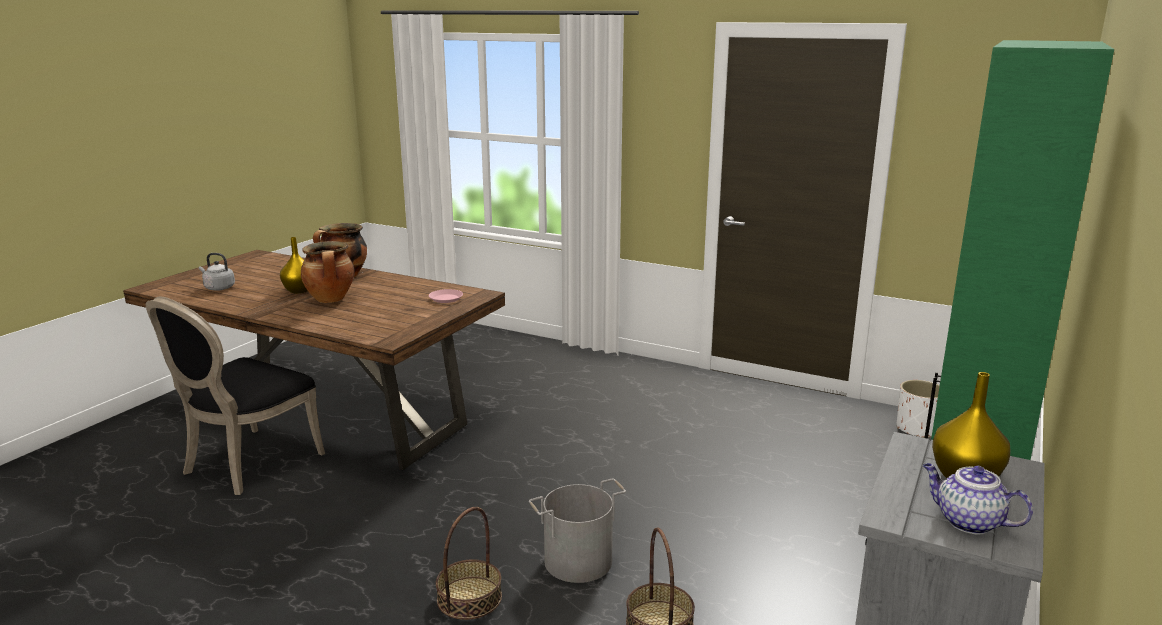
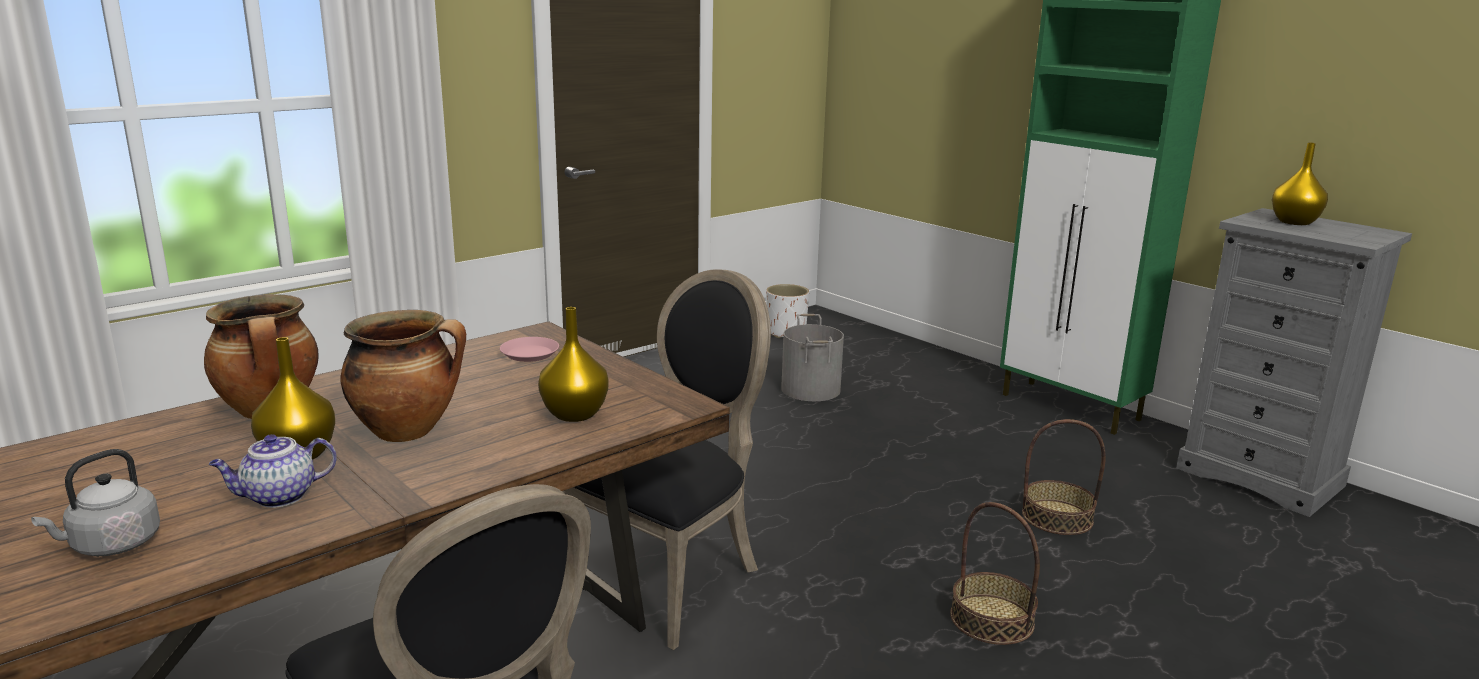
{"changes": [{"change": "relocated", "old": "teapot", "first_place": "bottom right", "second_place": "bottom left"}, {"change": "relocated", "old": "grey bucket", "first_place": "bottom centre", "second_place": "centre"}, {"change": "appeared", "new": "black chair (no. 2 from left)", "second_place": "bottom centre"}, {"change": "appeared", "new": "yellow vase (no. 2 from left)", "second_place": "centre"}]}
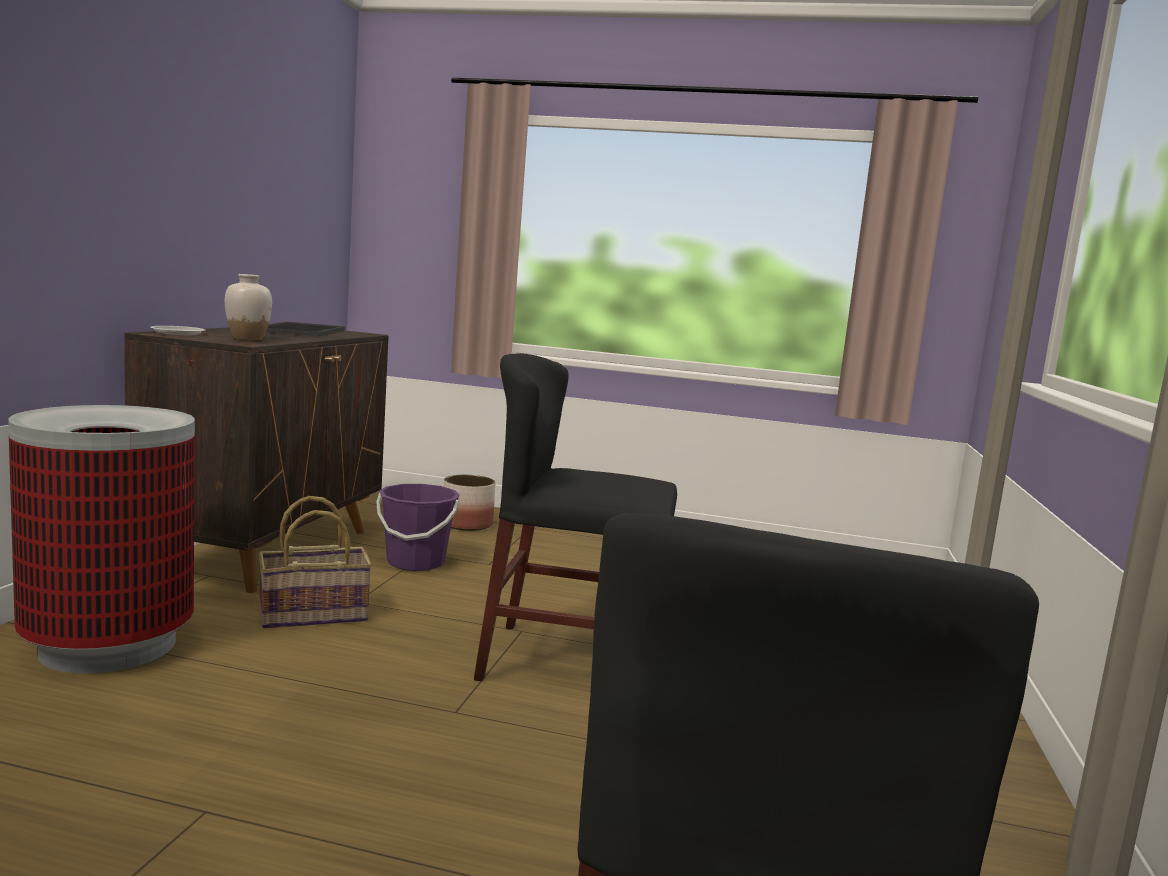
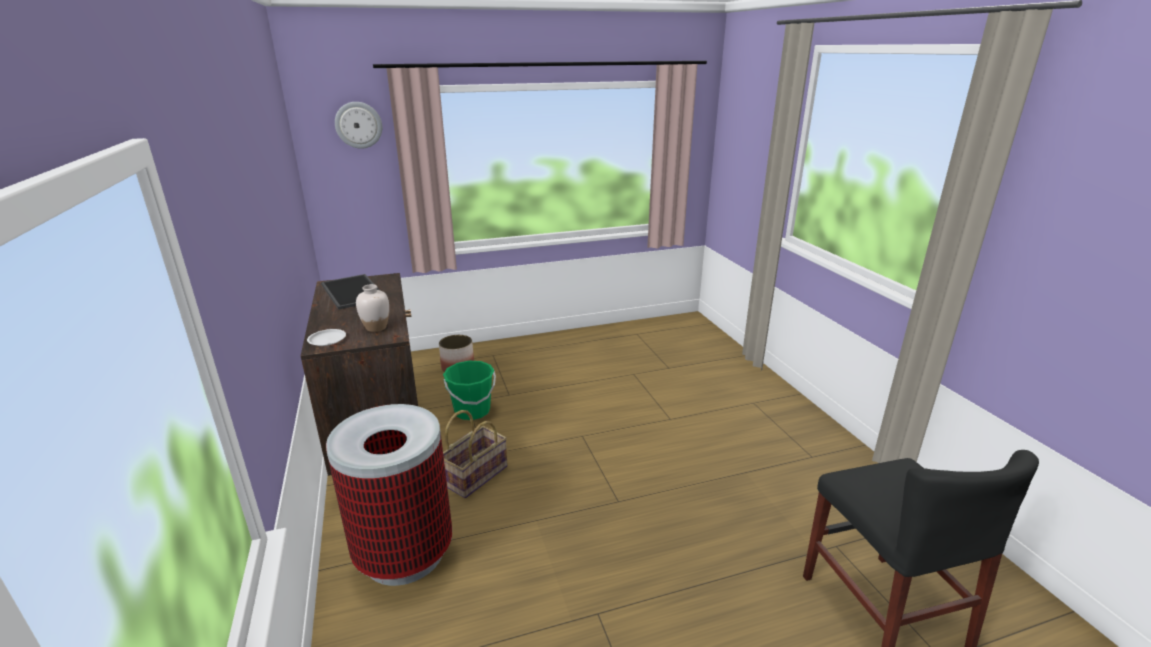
{"changes": [{"change": "missing", "old": "black chair (no. 1 from left)", "first_place": "centre"}, {"change": "colour", "old": "purple bucket", "new": "green bucket", "first_place": "centre", "second_place": "centre"}, {"change": "appeared", "new": "wall clock", "second_place": "top left"}]}
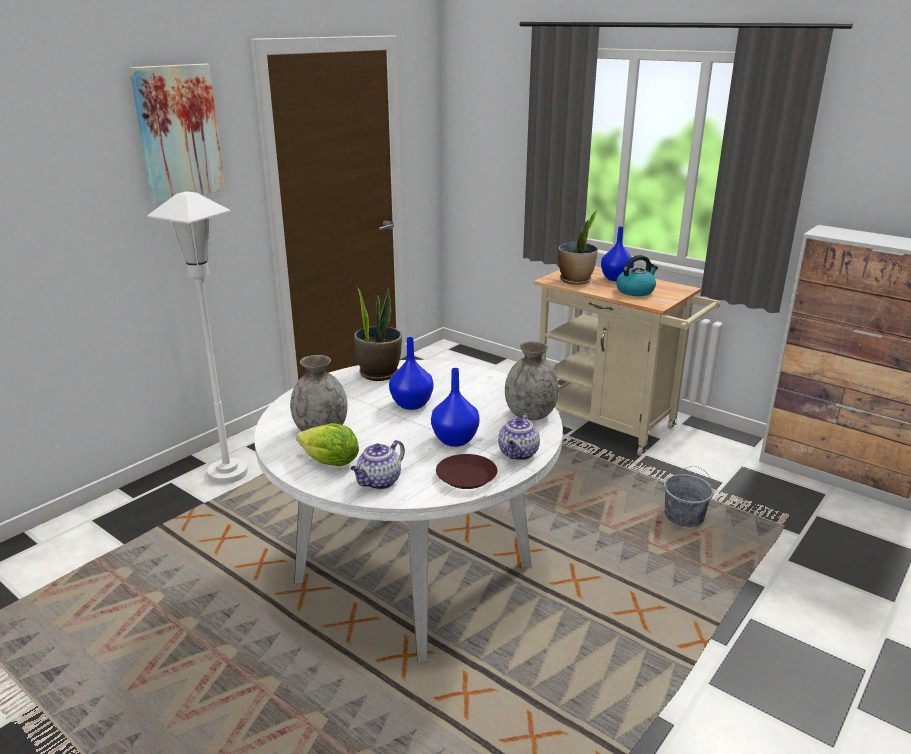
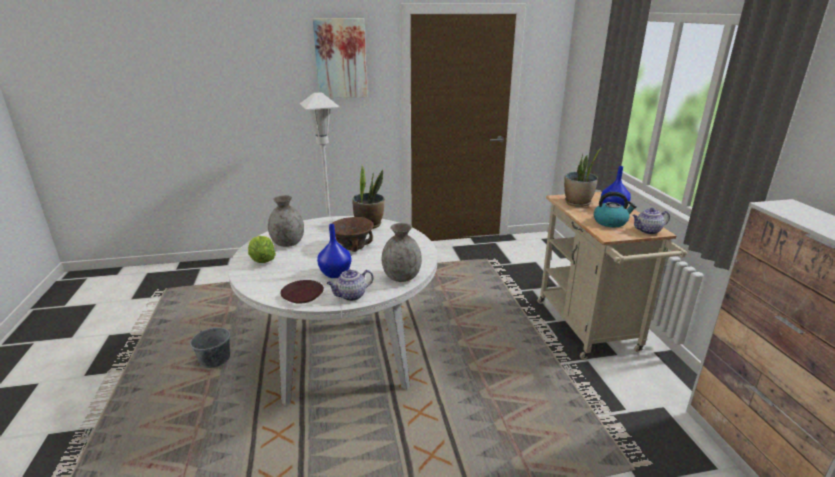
{"changes": [{"change": "exchanged", "old": "blue vase (no. 1 from left)", "new": "brown bowl", "first_place": "centre", "second_place": "centre"}, {"change": "relocated", "old": "teapot (no. 1 from left in the first image)", "new": "teapot (no. 2 from left)", "first_place": "centre", "second_place": "middle right"}, {"change": "relocated", "old": "grey bucket", "first_place": "middle right", "second_place": "bottom left"}]}
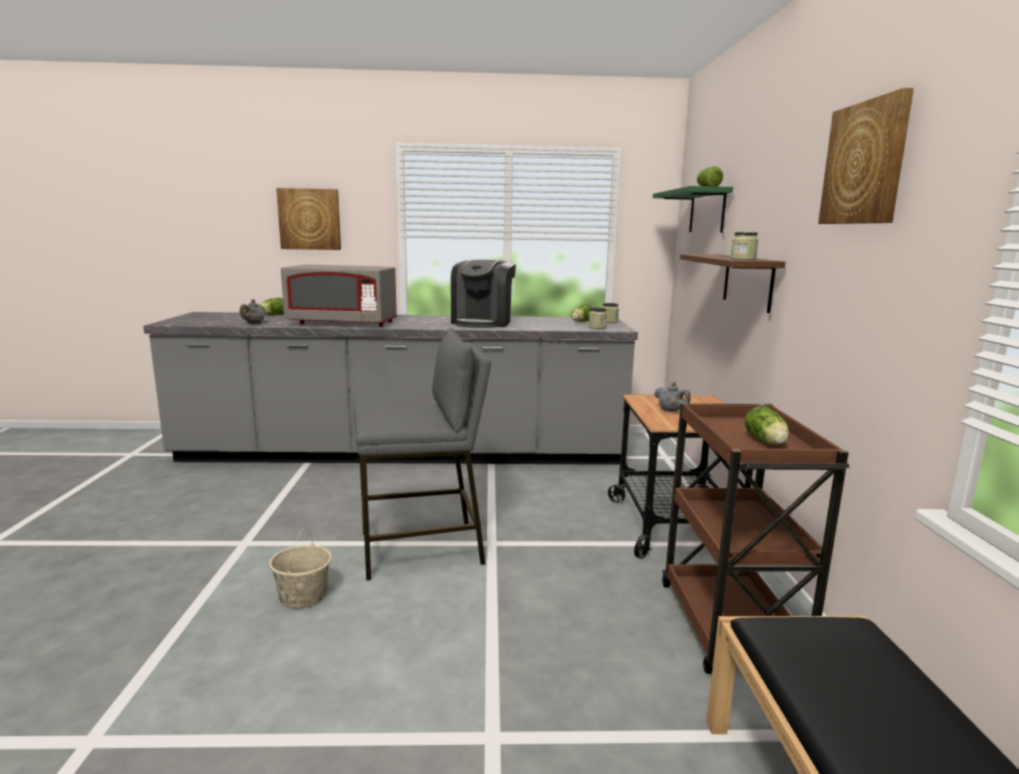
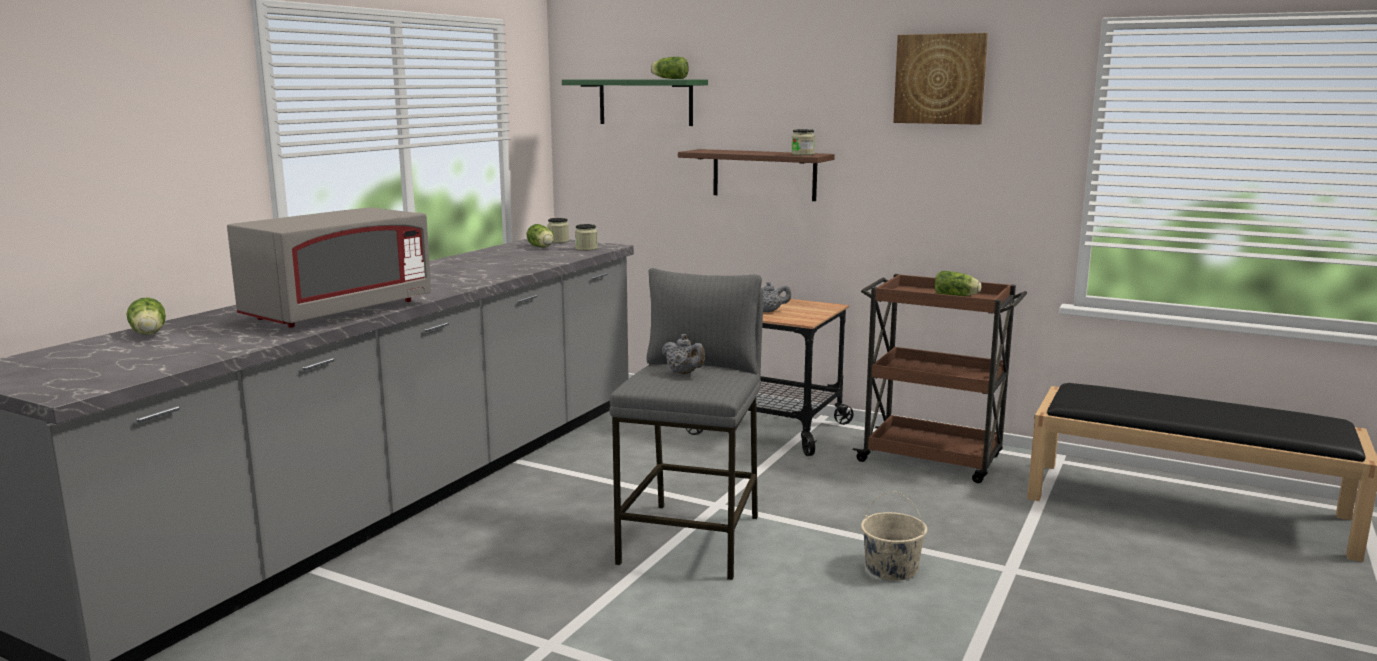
{"changes": [{"change": "missing", "old": "picture (no. 1 from left)", "first_place": "top left"}, {"change": "missing", "old": "coffee machine", "first_place": "centre"}, {"change": "relocated", "old": "grey teapot (no. 1 from left)", "first_place": "middle left", "second_place": "centre"}, {"change": "relocated", "old": "beige bucket", "first_place": "bottom left", "second_place": "bottom centre"}]}
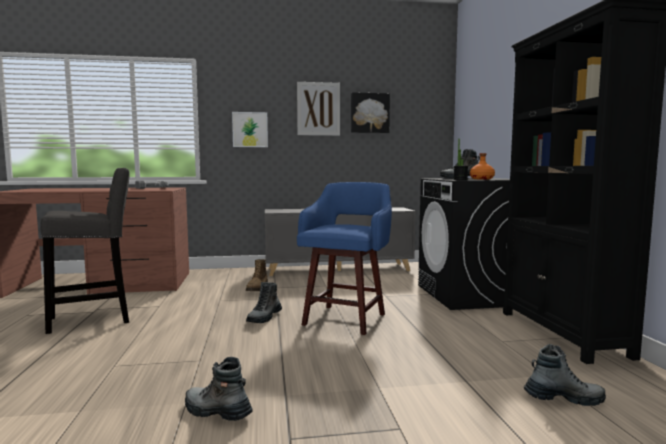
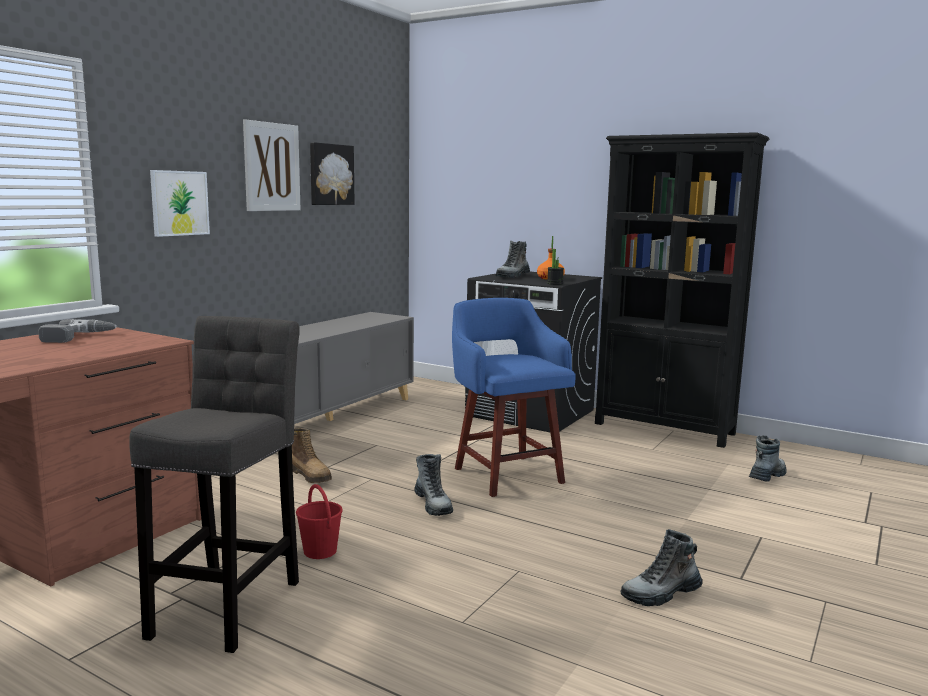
{"changes": [{"change": "appeared", "new": "red bucket", "second_place": "bottom centre"}]}
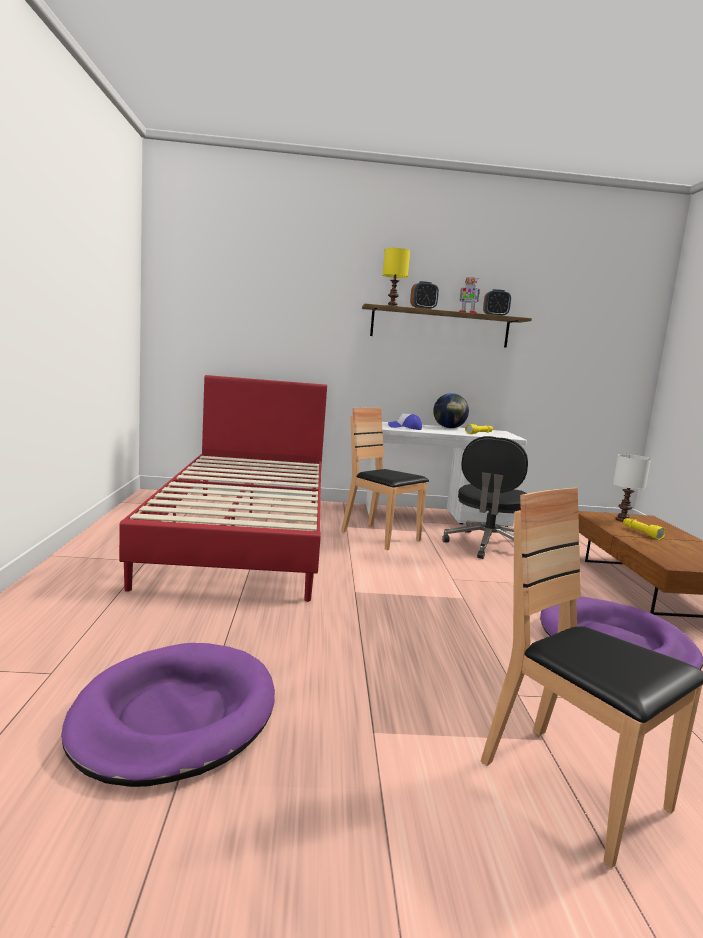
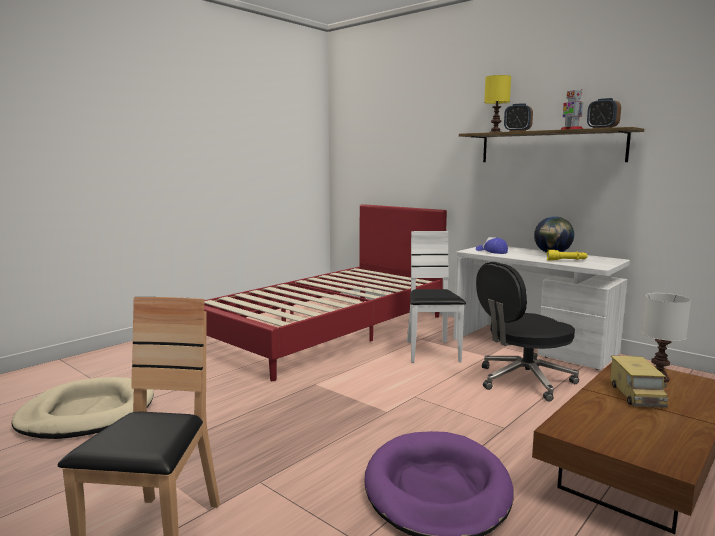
{"changes": [{"change": "colour", "old": "brown chair (no. 1 from left)", "new": "white chair", "first_place": "centre", "second_place": "centre"}, {"change": "exchanged", "old": "yellow flashlight (no. 2 from left)", "new": "toy truck", "first_place": "middle right", "second_place": "bottom right"}, {"change": "colour", "old": "purple dog bed (no. 1 from left)", "new": "beige dog bed", "first_place": "bottom left", "second_place": "bottom left"}]}
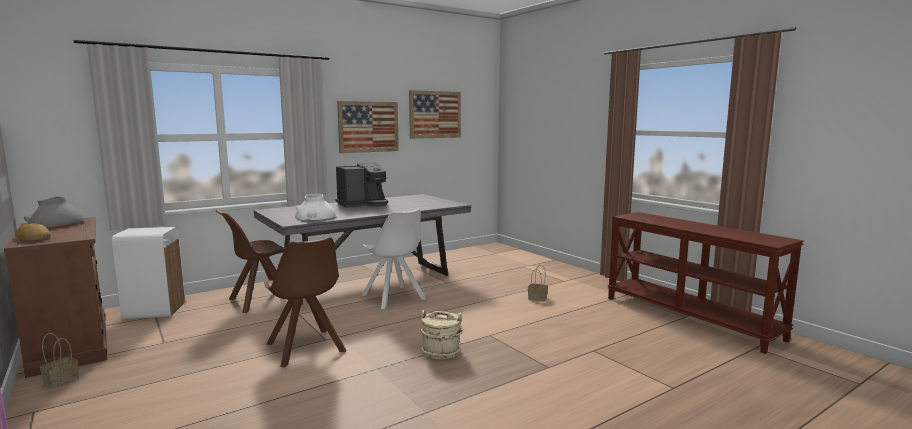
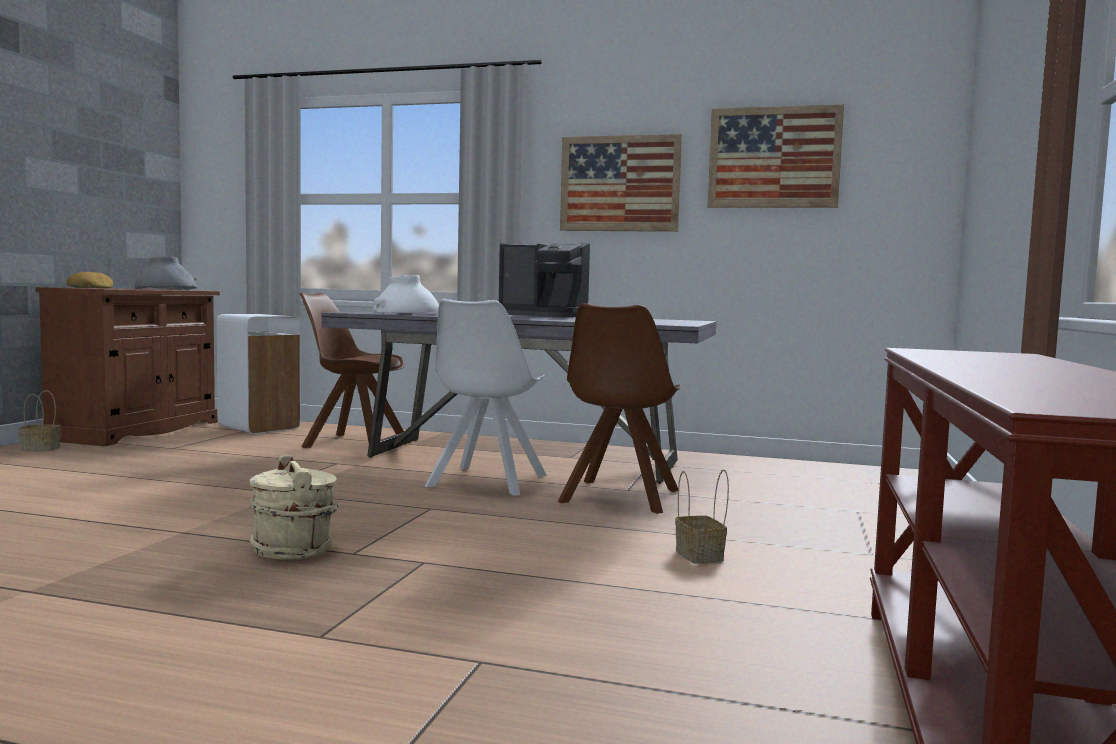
{"changes": [{"change": "relocated", "old": "brown chair (no. 2 from left)", "first_place": "bottom centre", "second_place": "centre"}]}
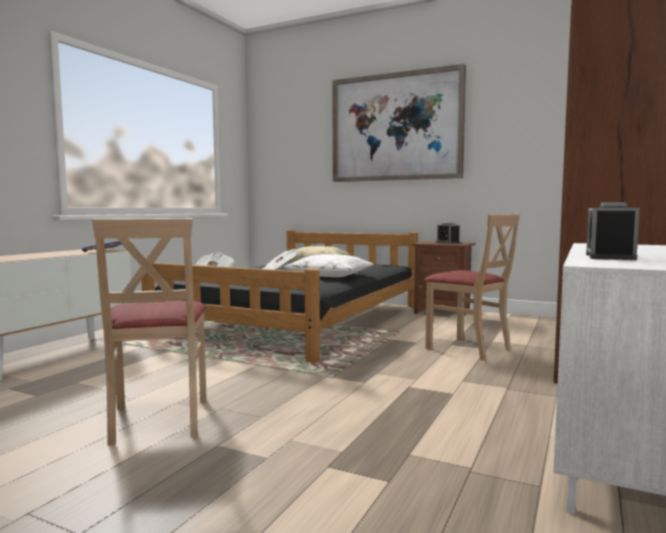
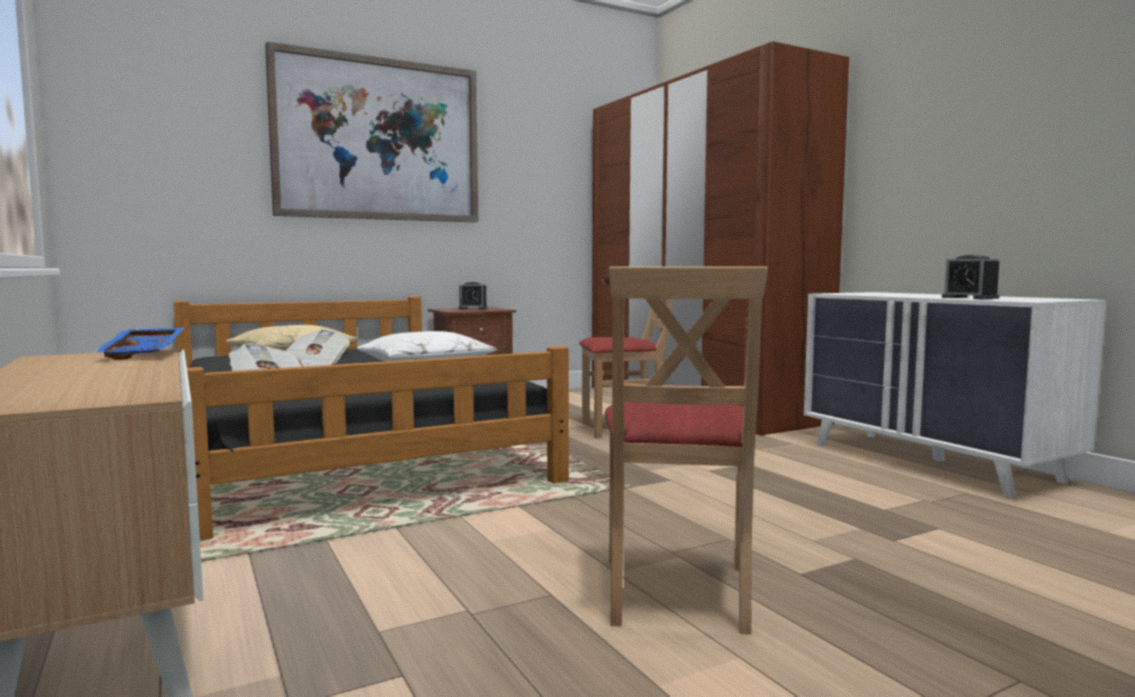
{"changes": [{"change": "spun", "old": "beige chair (no. 1 from left in the first image)", "first_place": "middle left", "second_place": "centre", "degrees": 75}]}
